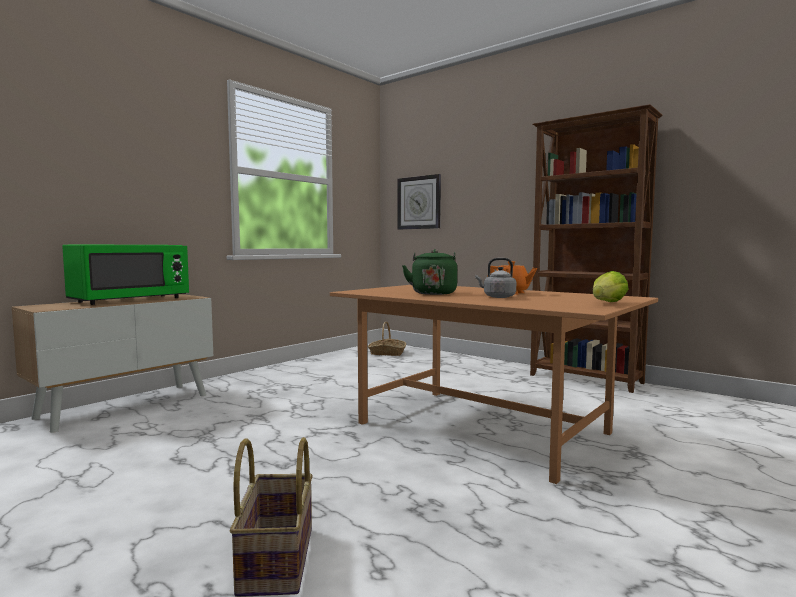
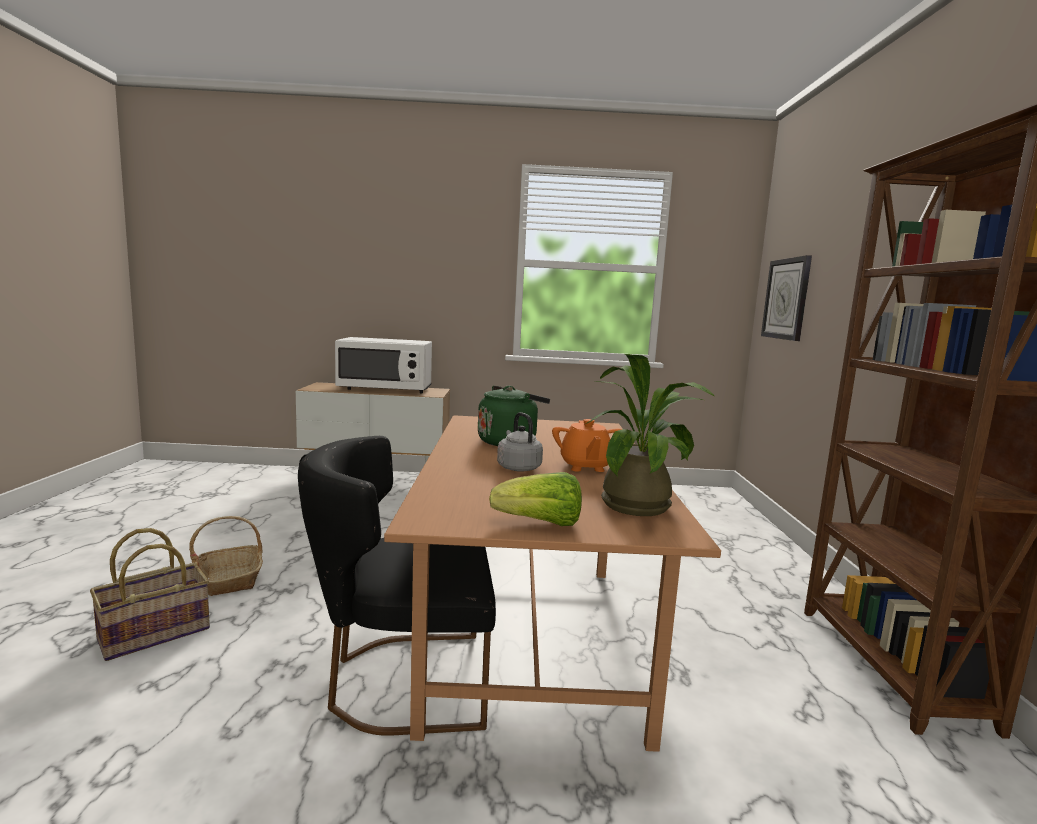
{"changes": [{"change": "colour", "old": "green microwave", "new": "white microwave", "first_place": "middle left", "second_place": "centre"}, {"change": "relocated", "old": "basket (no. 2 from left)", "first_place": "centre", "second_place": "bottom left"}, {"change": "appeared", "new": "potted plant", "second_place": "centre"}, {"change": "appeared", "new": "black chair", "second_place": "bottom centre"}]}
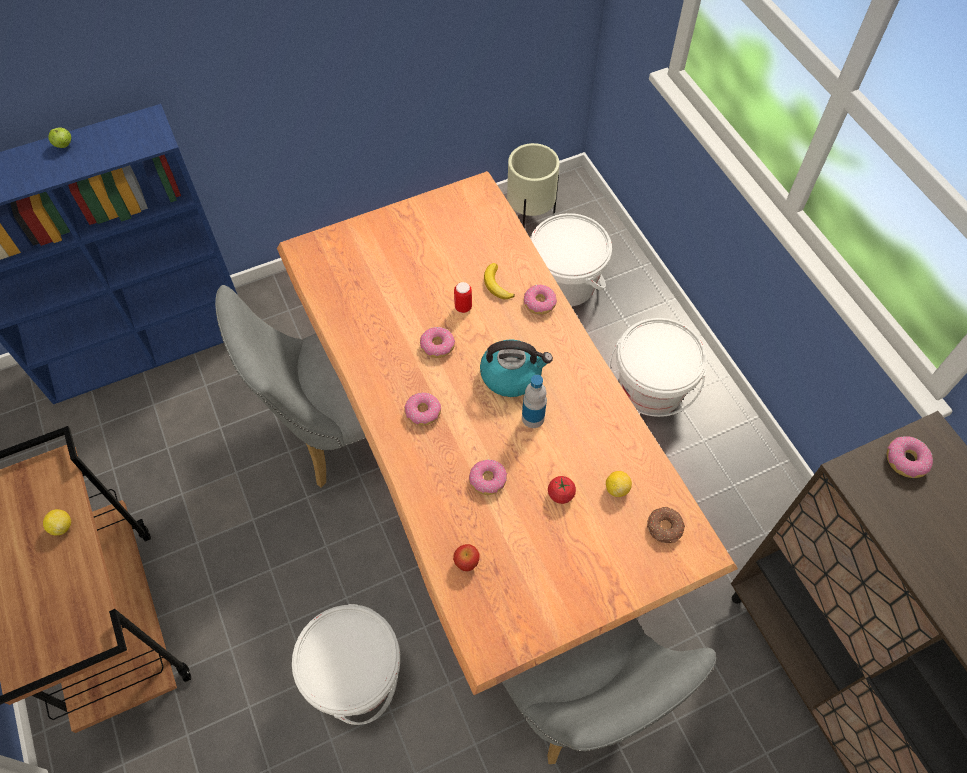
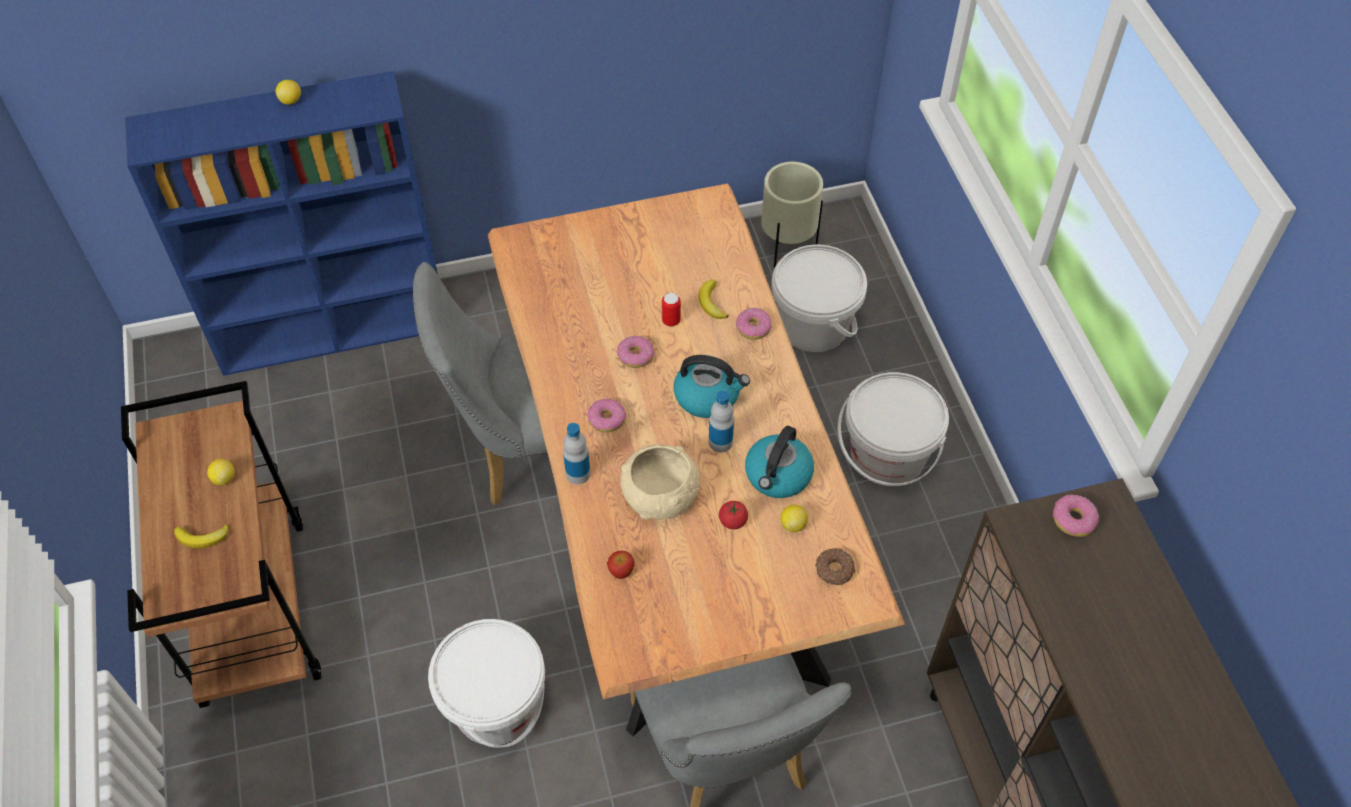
{"changes": [{"change": "exchanged", "old": "apple (no. 1 from left)", "new": "lemon (no. 2 from left)", "first_place": "top left", "second_place": "top left"}, {"change": "exchanged", "old": "donut (no. 3 from left)", "new": "beige bowl", "first_place": "centre", "second_place": "centre"}, {"change": "appeared", "new": "bottle (no. 1 from left)", "second_place": "centre"}, {"change": "appeared", "new": "kettle (no. 2 from left)", "second_place": "centre"}, {"change": "appeared", "new": "banana (no. 1 from left)", "second_place": "middle left"}]}
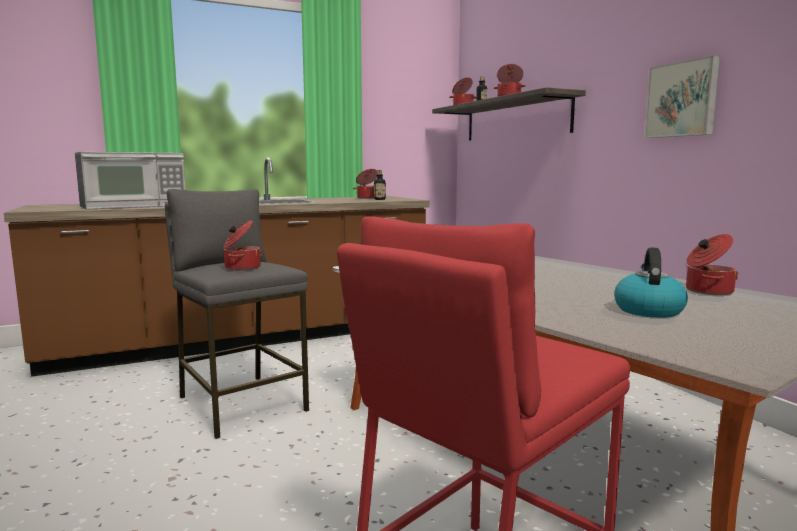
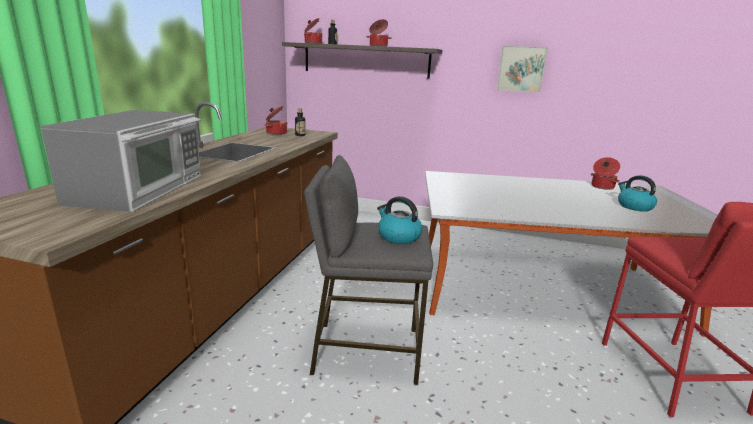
{"changes": [{"change": "exchanged", "old": "cooking pot (no. 1 from left)", "new": "kettle (no. 1 from left)", "first_place": "middle left", "second_place": "centre"}]}
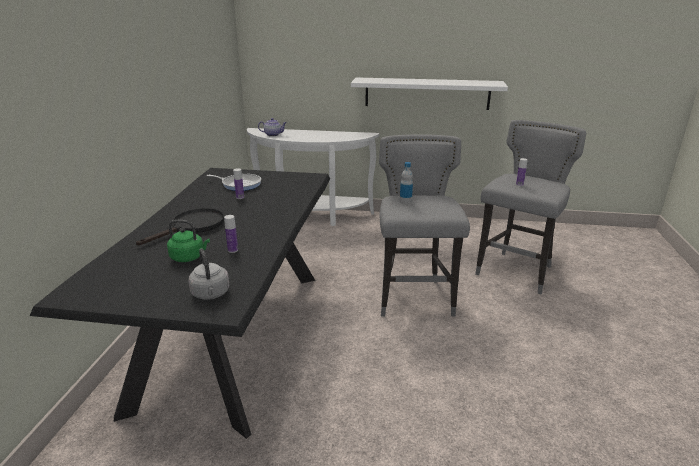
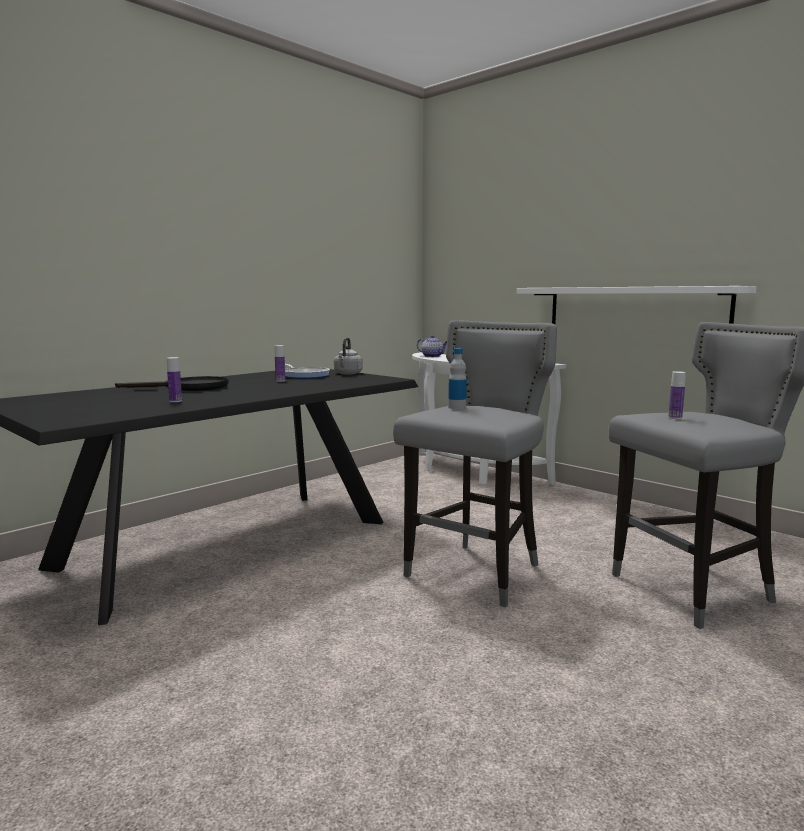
{"changes": [{"change": "missing", "old": "green kettle", "first_place": "middle left"}, {"change": "relocated", "old": "grey kettle", "first_place": "middle left", "second_place": "centre"}]}
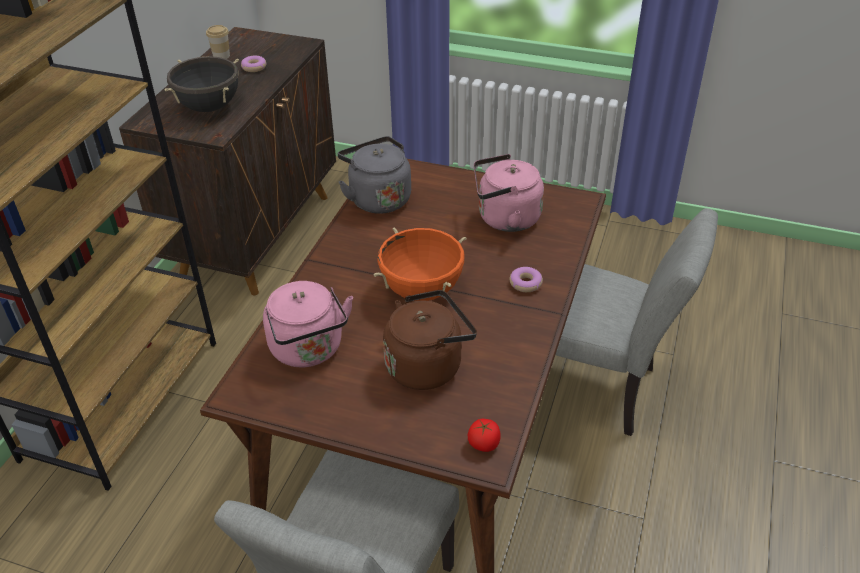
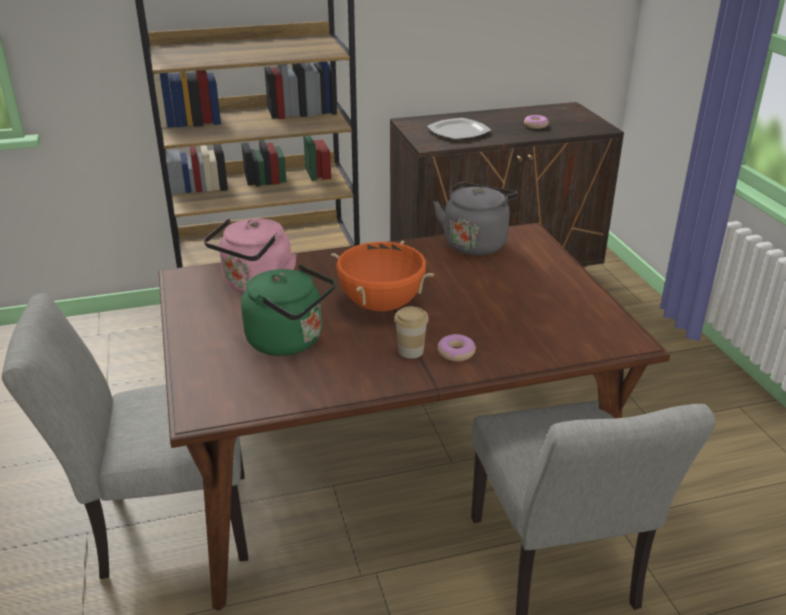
{"changes": [{"change": "relocated", "old": "cup", "first_place": "top left", "second_place": "centre"}, {"change": "exchanged", "old": "black cooking pot", "new": "plate", "first_place": "top left", "second_place": "top centre"}, {"change": "missing", "old": "pink kettle (no. 2 from left)", "first_place": "centre"}, {"change": "colour", "old": "brown kettle", "new": "green kettle", "first_place": "centre", "second_place": "centre"}, {"change": "missing", "old": "tomato", "first_place": "bottom centre"}]}
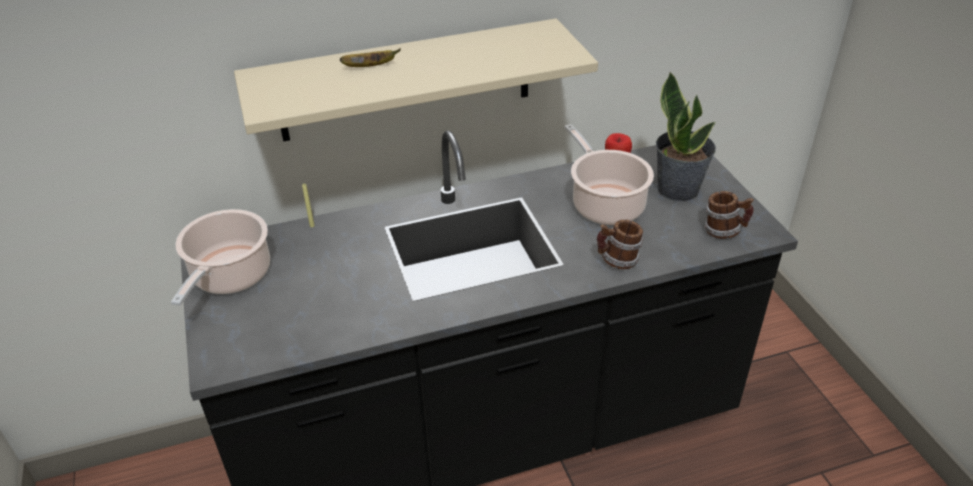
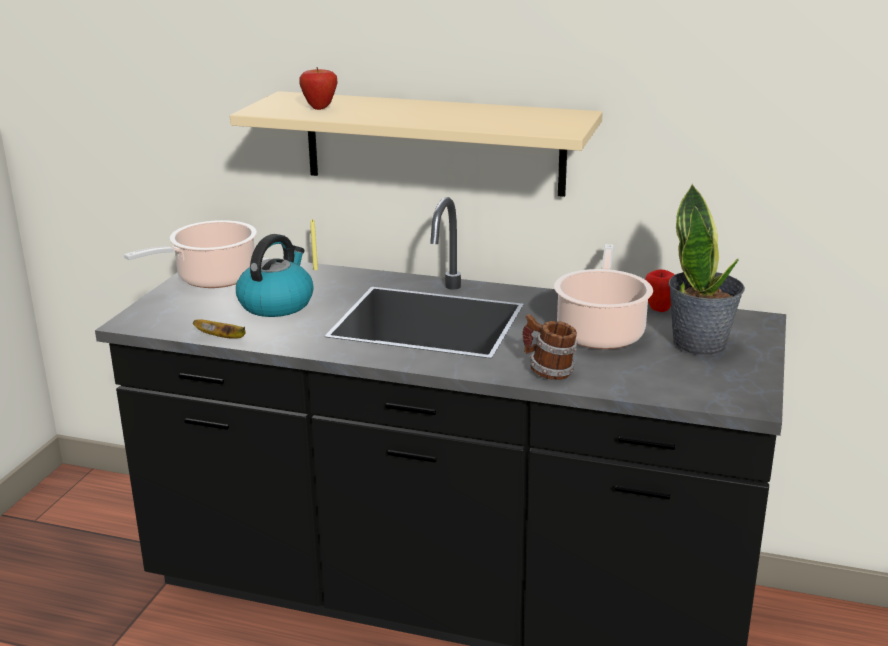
{"changes": [{"change": "relocated", "old": "banana", "first_place": "top centre", "second_place": "middle left"}, {"change": "missing", "old": "mug (no. 2 from left)", "first_place": "middle right"}, {"change": "appeared", "new": "apple (no. 1 from left)", "second_place": "top centre"}, {"change": "appeared", "new": "kettle", "second_place": "middle left"}]}
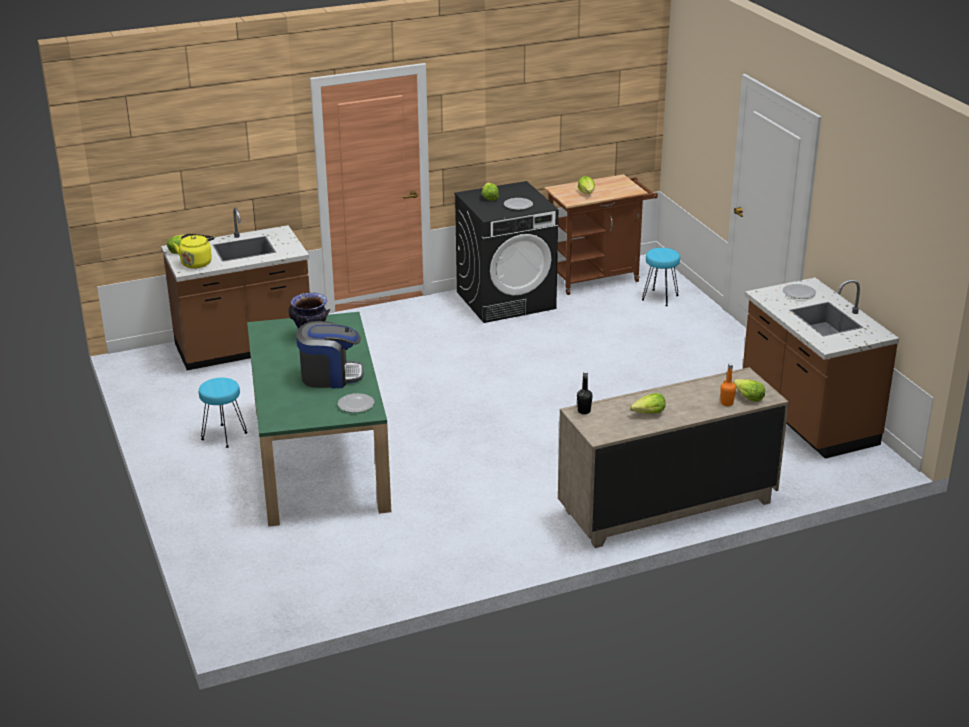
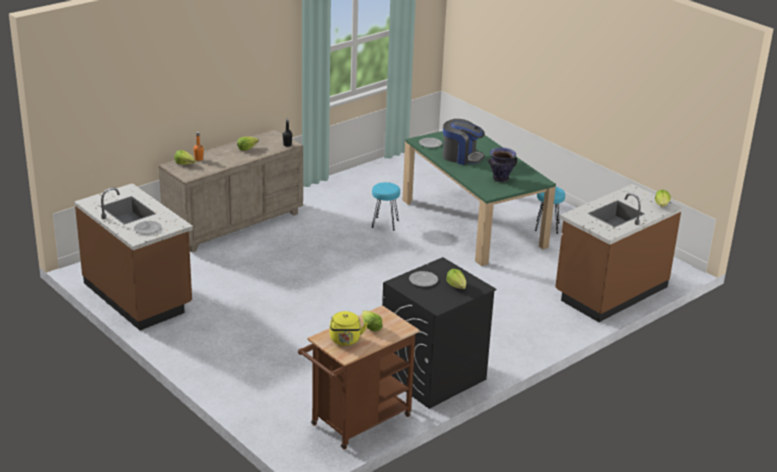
{"changes": [{"change": "relocated", "old": "yellow kettle", "first_place": "middle left", "second_place": "bottom centre"}, {"change": "relocated", "old": "turquoise stool (no. 2 from left in the first image)", "new": "turquoise stool (no. 1 from left)", "first_place": "middle right", "second_place": "centre"}, {"change": "spun", "old": "coffee machine", "first_place": "centre", "second_place": "top centre", "degrees": -135}]}
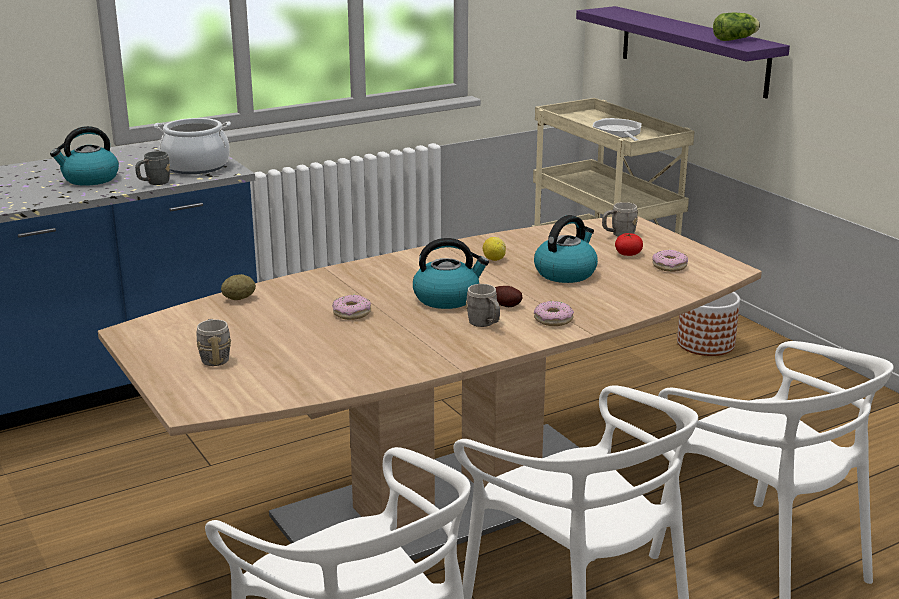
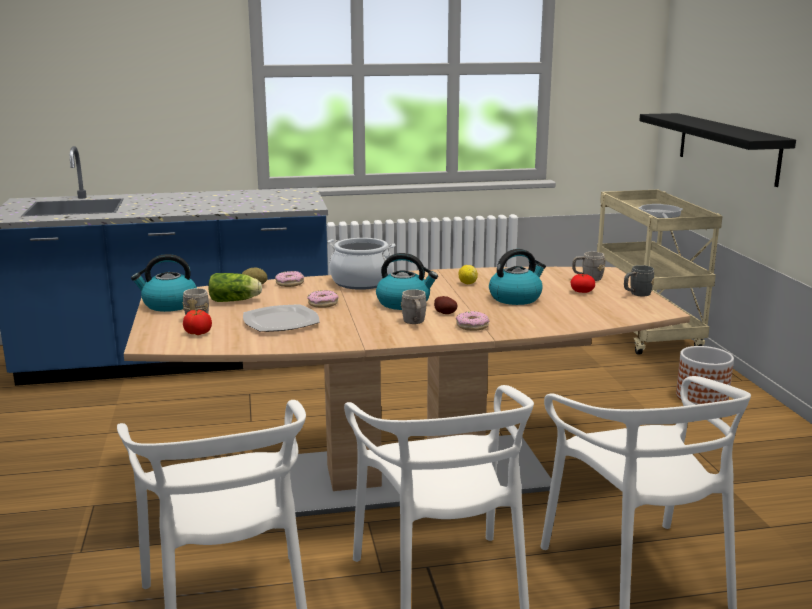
{"changes": [{"change": "colour", "old": "purple shelf", "new": "black shelf", "first_place": "top right", "second_place": "top right"}, {"change": "relocated", "old": "lettuce", "first_place": "top right", "second_place": "middle left"}, {"change": "relocated", "old": "cooking pot", "first_place": "top left", "second_place": "centre"}, {"change": "relocated", "old": "kettle (no. 1 from left)", "first_place": "top left", "second_place": "middle left"}, {"change": "relocated", "old": "grey mug (no. 1 from left in the first image)", "new": "grey mug (no. 4 from left)", "first_place": "top left", "second_place": "middle right"}, {"change": "relocated", "old": "donut (no. 3 from left in the first image)", "new": "donut (no. 1 from left)", "first_place": "middle right", "second_place": "centre"}, {"change": "appeared", "new": "plate", "second_place": "centre"}, {"change": "appeared", "new": "tomato (no. 1 from left)", "second_place": "middle left"}]}
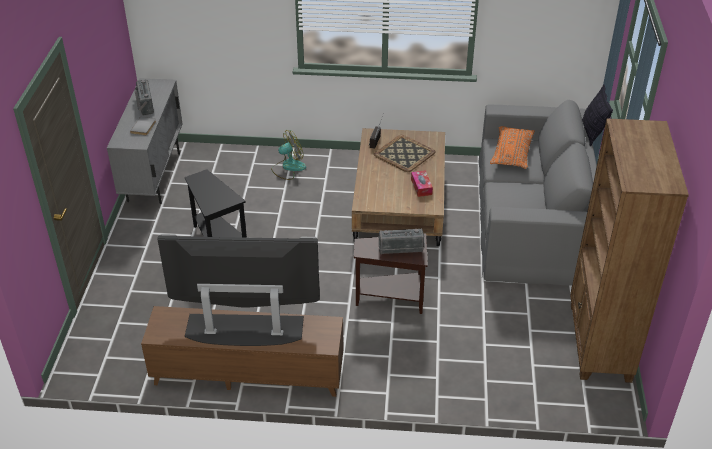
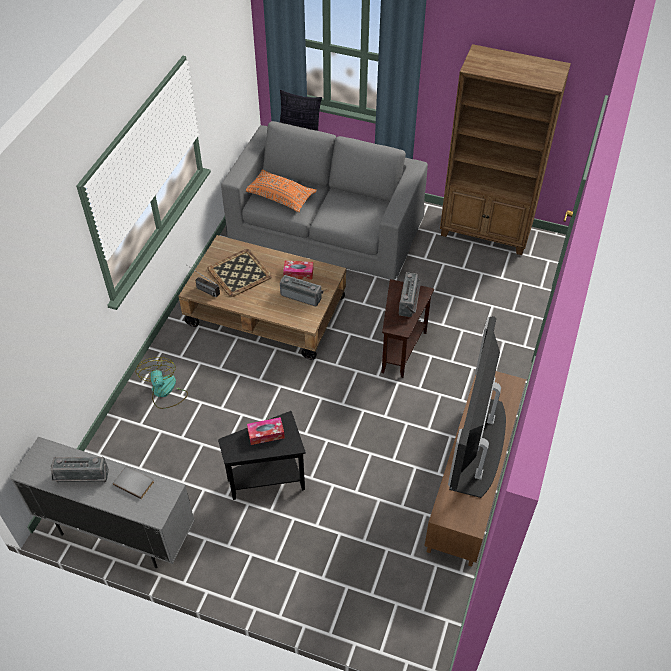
{"changes": [{"change": "appeared", "new": "radio (no. 3 from left)", "second_place": "centre"}, {"change": "appeared", "new": "tissue box (no. 1 from left)", "second_place": "centre"}]}
